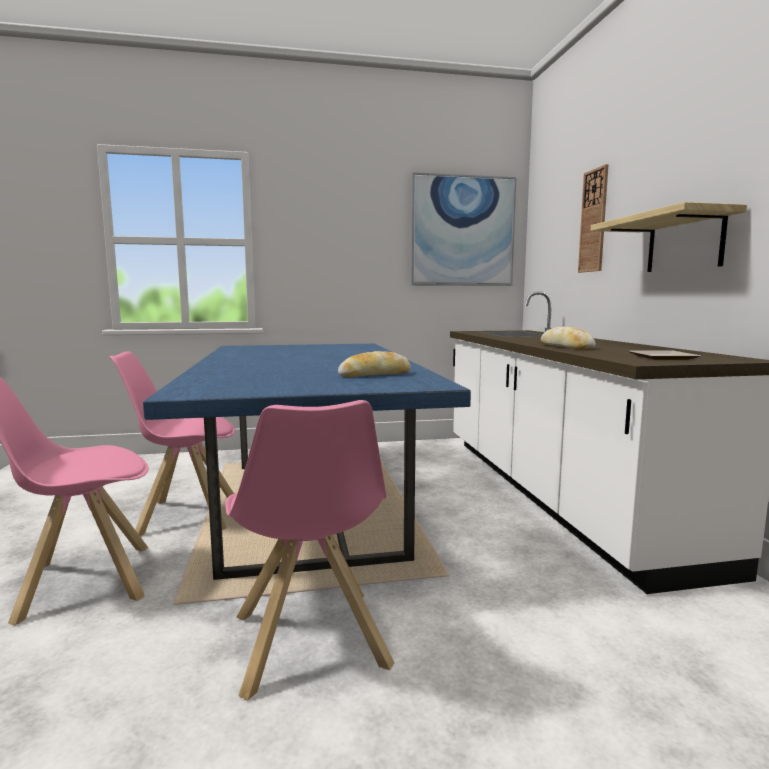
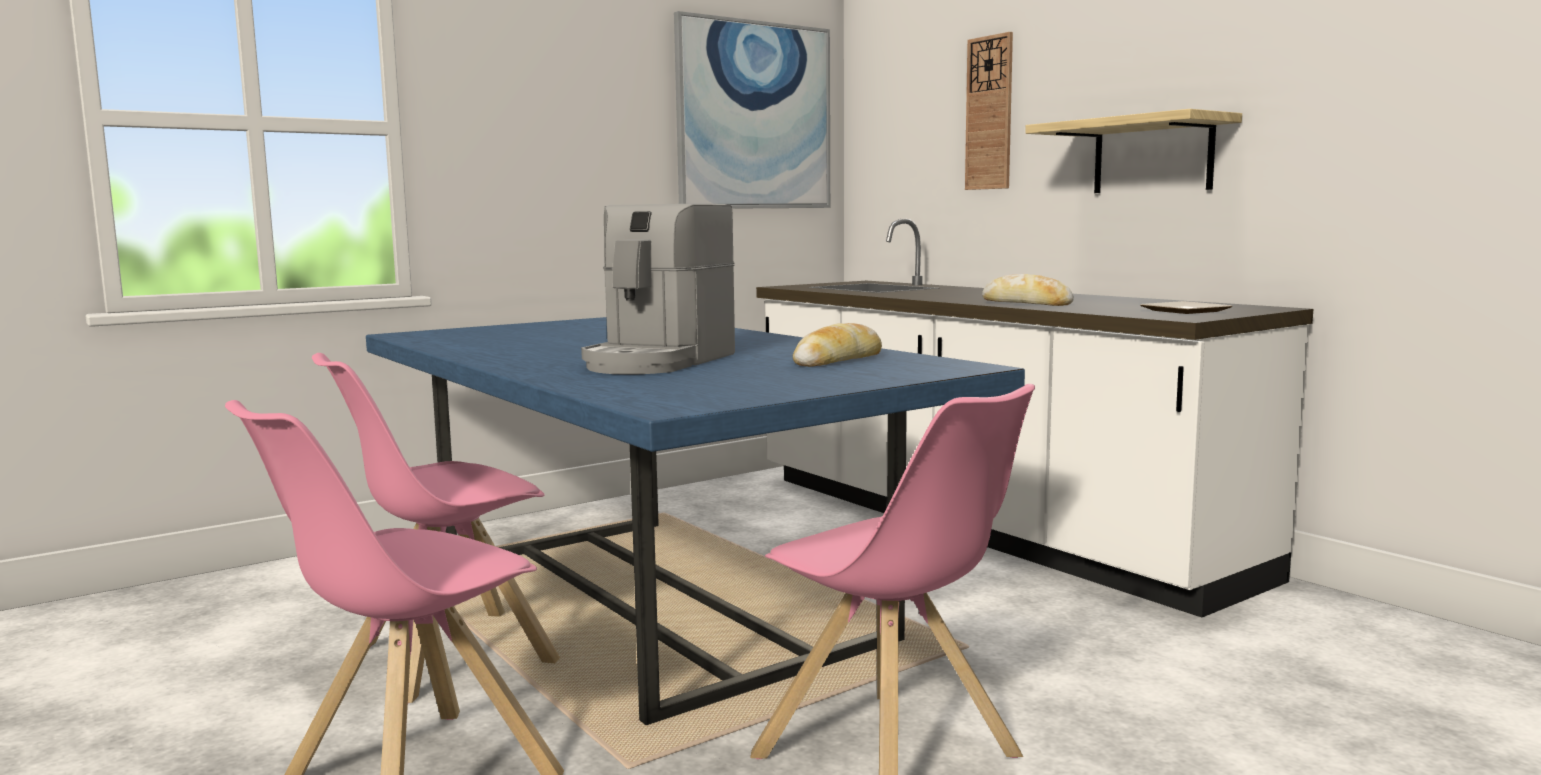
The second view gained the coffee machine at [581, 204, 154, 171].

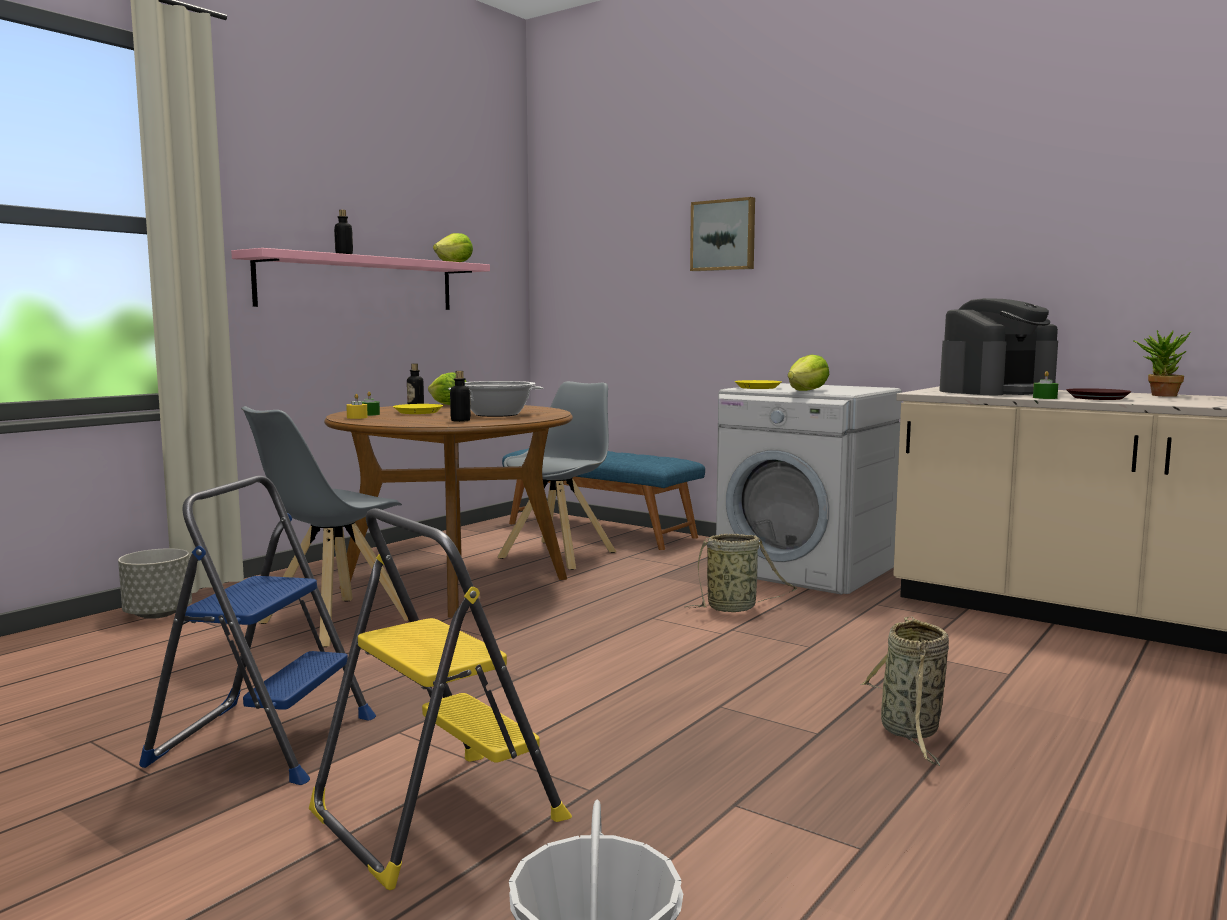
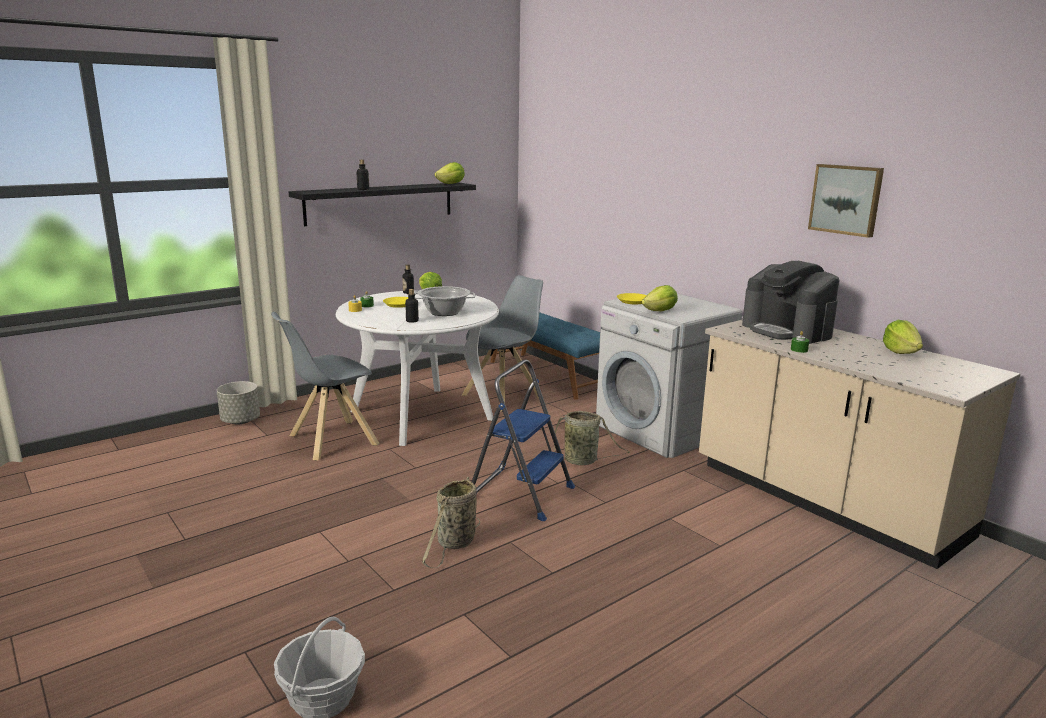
The picture ended up elsewhere, having gone from [690, 197, 65, 74] to [808, 164, 76, 74]. What was the pink shelf at [231, 248, 259, 62] turned into the black shelf at [289, 182, 187, 44]. The coffee machine at [939, 298, 119, 97] ended up facing another way, 75 degrees clockwise from before. Where the potted plant stood at [1133, 330, 58, 67], the lettuce came to stand at [883, 320, 40, 34]. The second view lost the brown plate at [1066, 388, 66, 12]. What was the brown dining table at [324, 404, 249, 214] turned into the white dining table at [336, 290, 163, 156]. The blue step ladder ended up elsewhere, having gone from [139, 476, 237, 309] to [472, 360, 103, 161]. The second view lost the yellow step ladder at [309, 508, 263, 382]. The basket ended up elsewhere, having gone from [860, 616, 89, 150] to [422, 477, 58, 91].

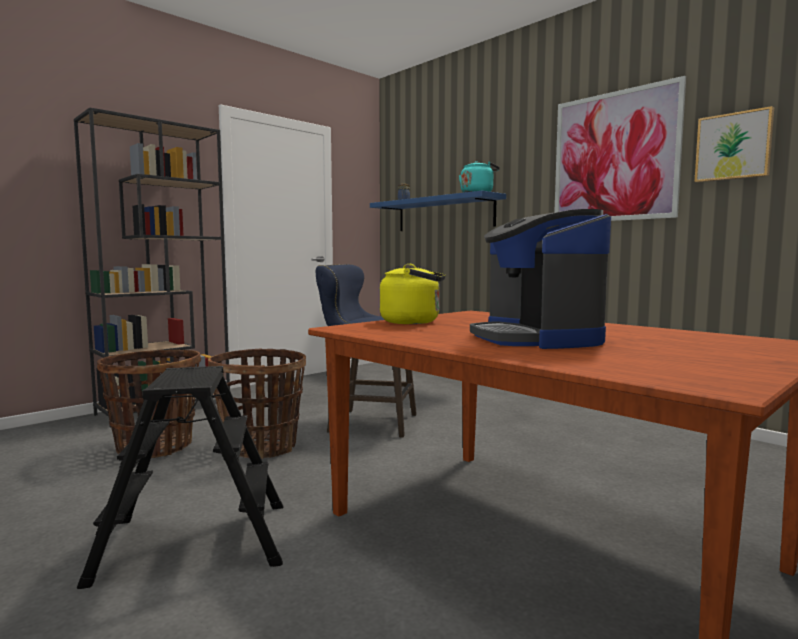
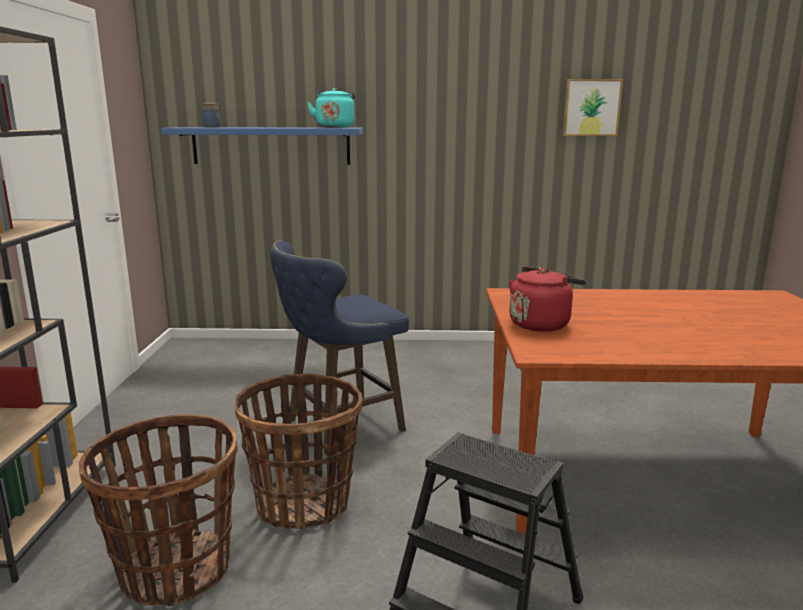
The second view lost the picture at [554, 76, 132, 145]. The second view lost the coffee machine at [470, 209, 141, 140]. What was the yellow kettle at [380, 264, 66, 60] turned into the red kettle at [509, 266, 77, 66].

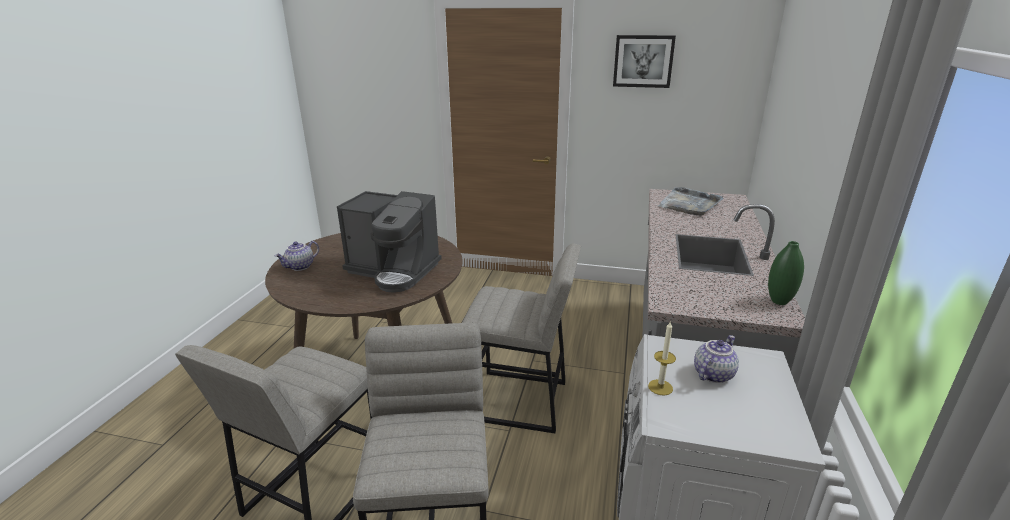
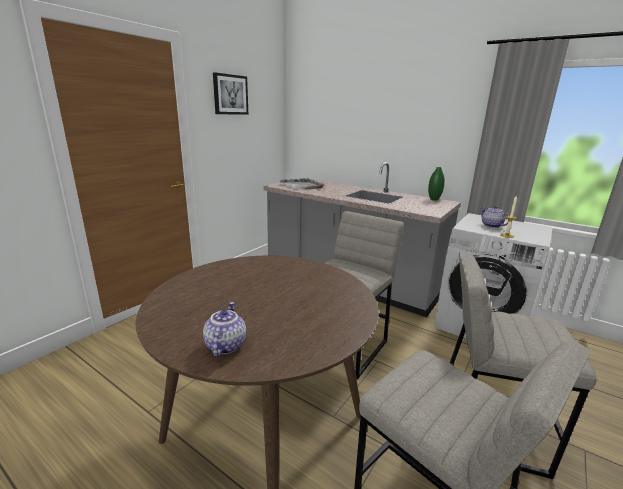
The second view lost the coffee machine at [337, 191, 105, 102]. The teapot at [275, 241, 44, 30] ended up facing another way, 150 degrees counterclockwise from before.

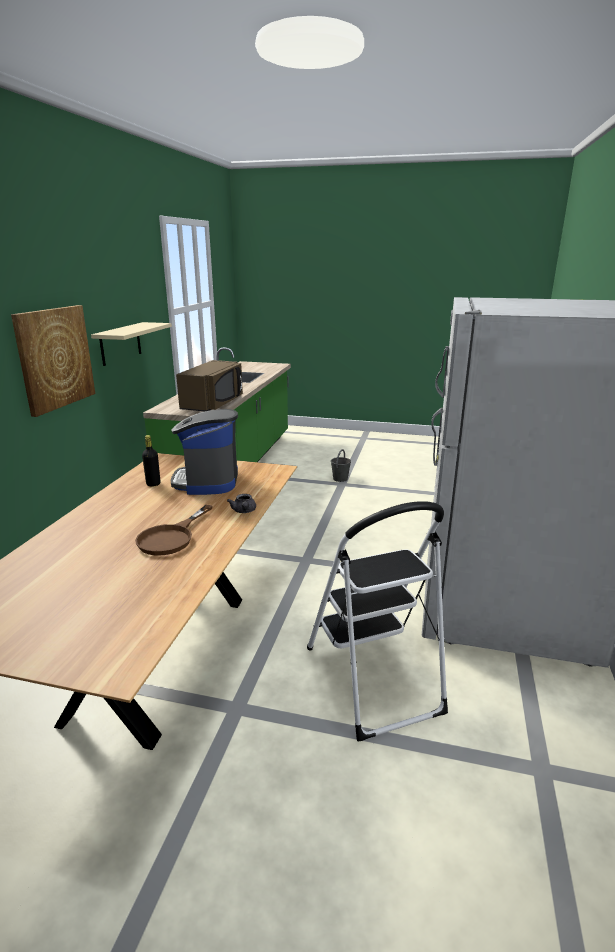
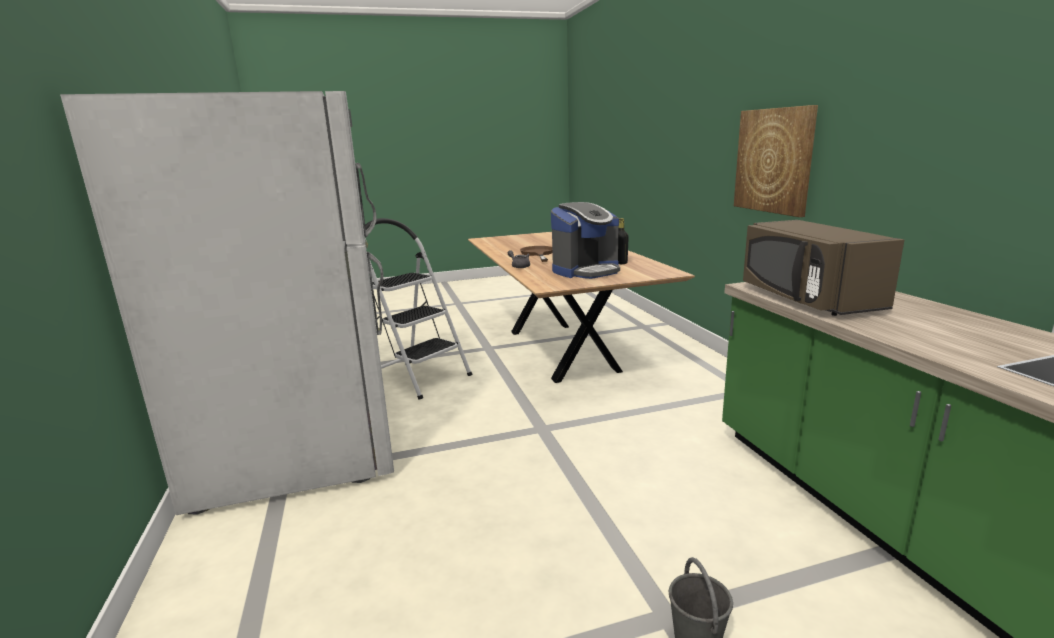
The second view lost the beige shelf at [91, 322, 81, 44]. The coffee machine at [171, 409, 67, 86] ended up facing another way, 90 degrees clockwise from before.

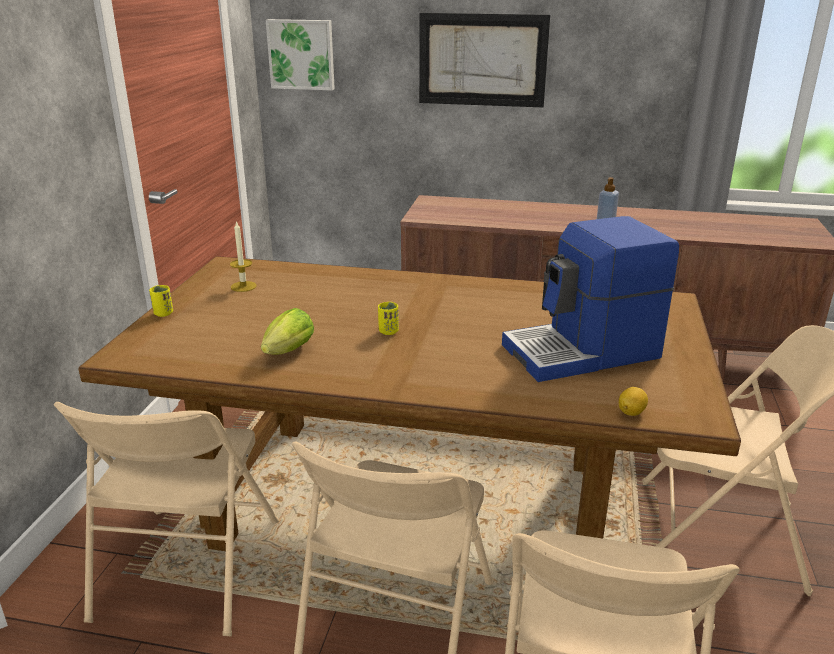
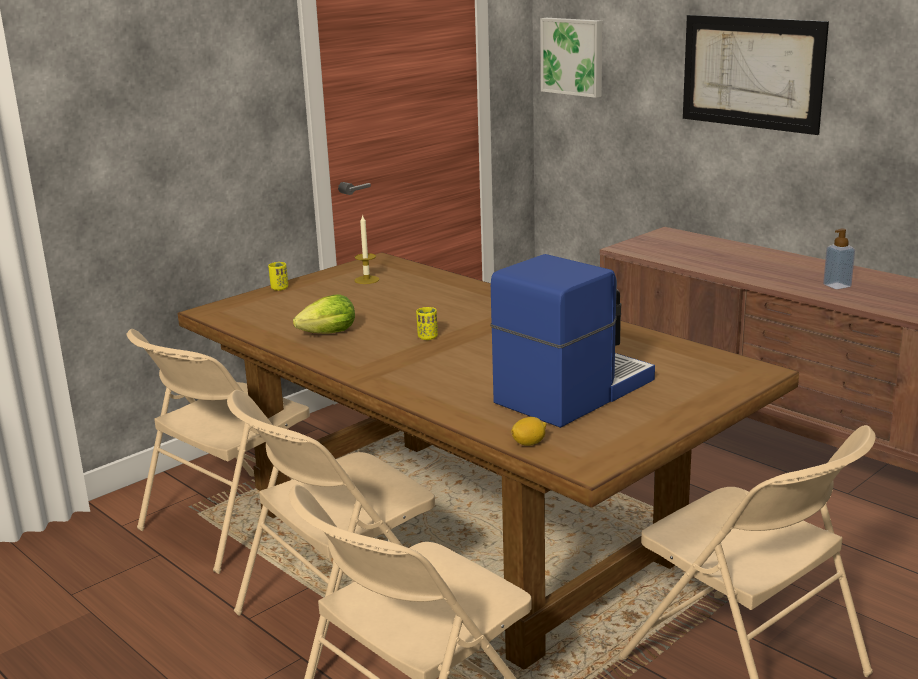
The coffee machine at [502, 216, 177, 166] ended up facing another way, 120 degrees clockwise from before.

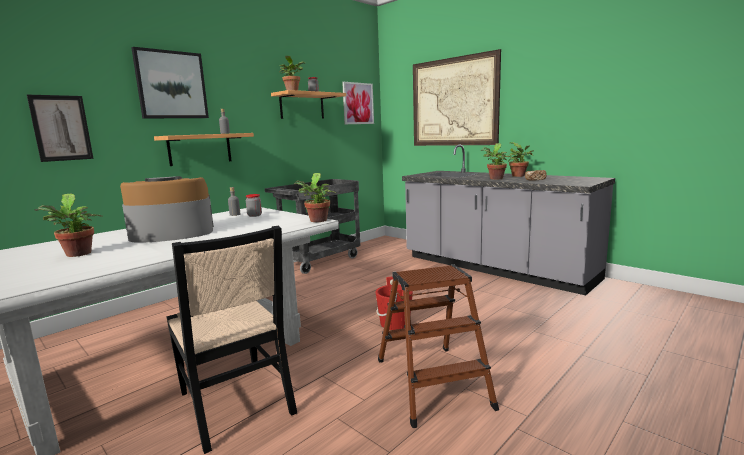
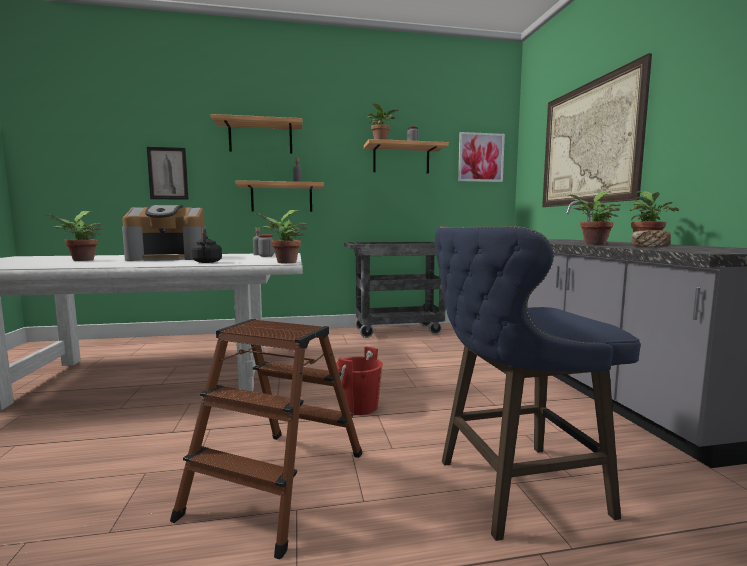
Where the picture hung at [131, 47, 78, 71], the shelf came to hang at [211, 114, 92, 40]. The coffee machine at [120, 176, 94, 67] ended up facing another way, 150 degrees clockwise from before. The second view lost the chair at [166, 226, 131, 228]. The second view gained the blue stool at [435, 226, 205, 315]. The second view gained the black kettle at [192, 228, 30, 35].

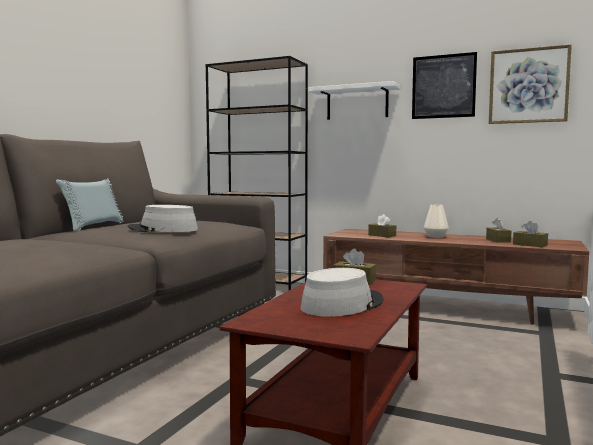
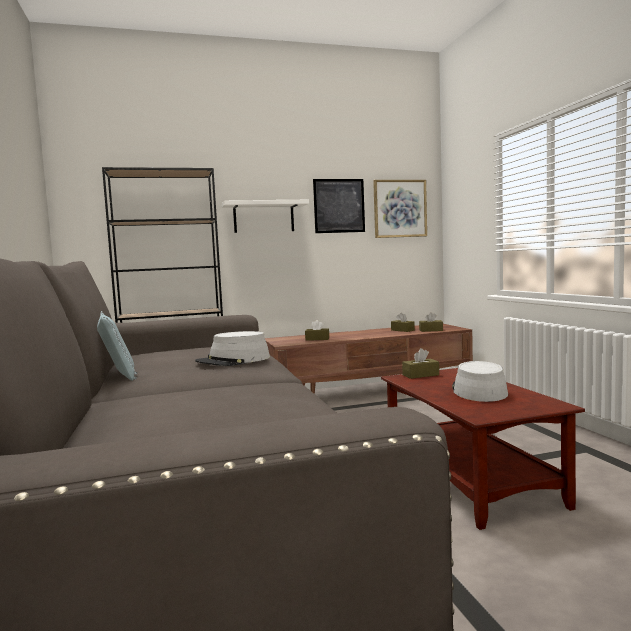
The second view lost the white vase at [424, 205, 25, 33].

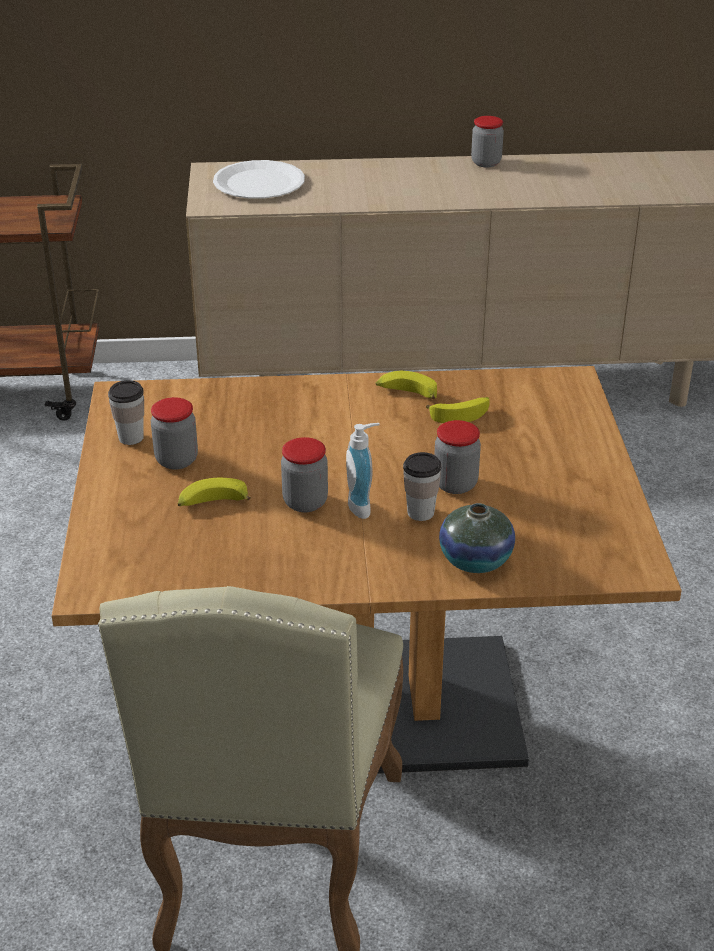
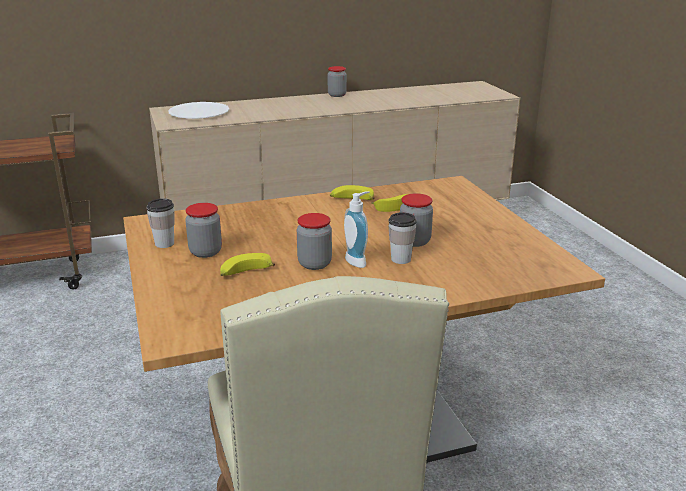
The second view lost the vase at [439, 503, 76, 70].

